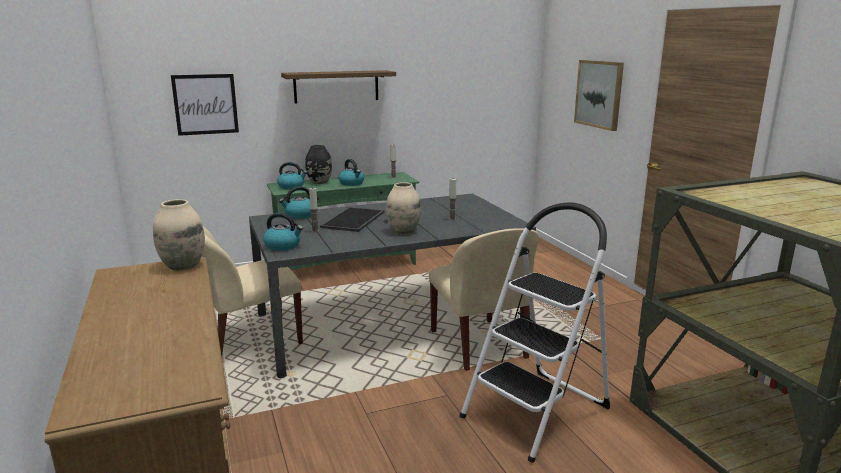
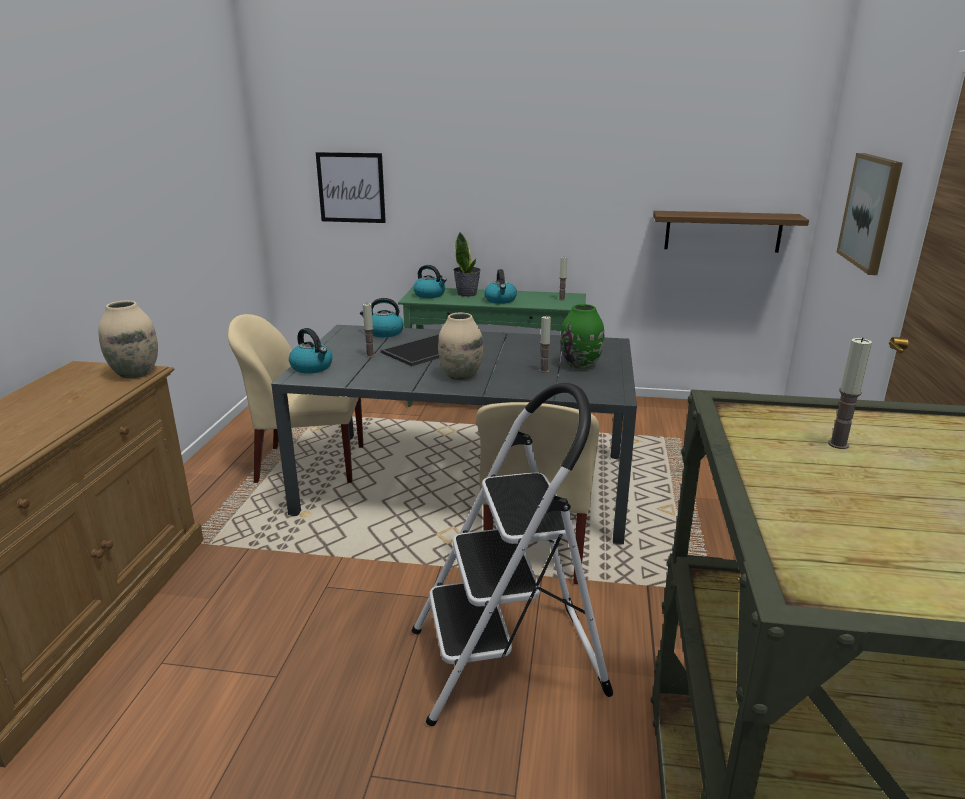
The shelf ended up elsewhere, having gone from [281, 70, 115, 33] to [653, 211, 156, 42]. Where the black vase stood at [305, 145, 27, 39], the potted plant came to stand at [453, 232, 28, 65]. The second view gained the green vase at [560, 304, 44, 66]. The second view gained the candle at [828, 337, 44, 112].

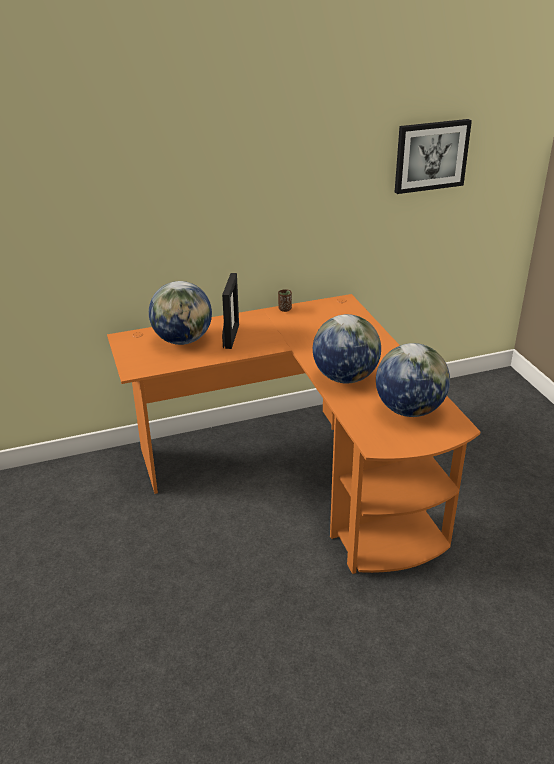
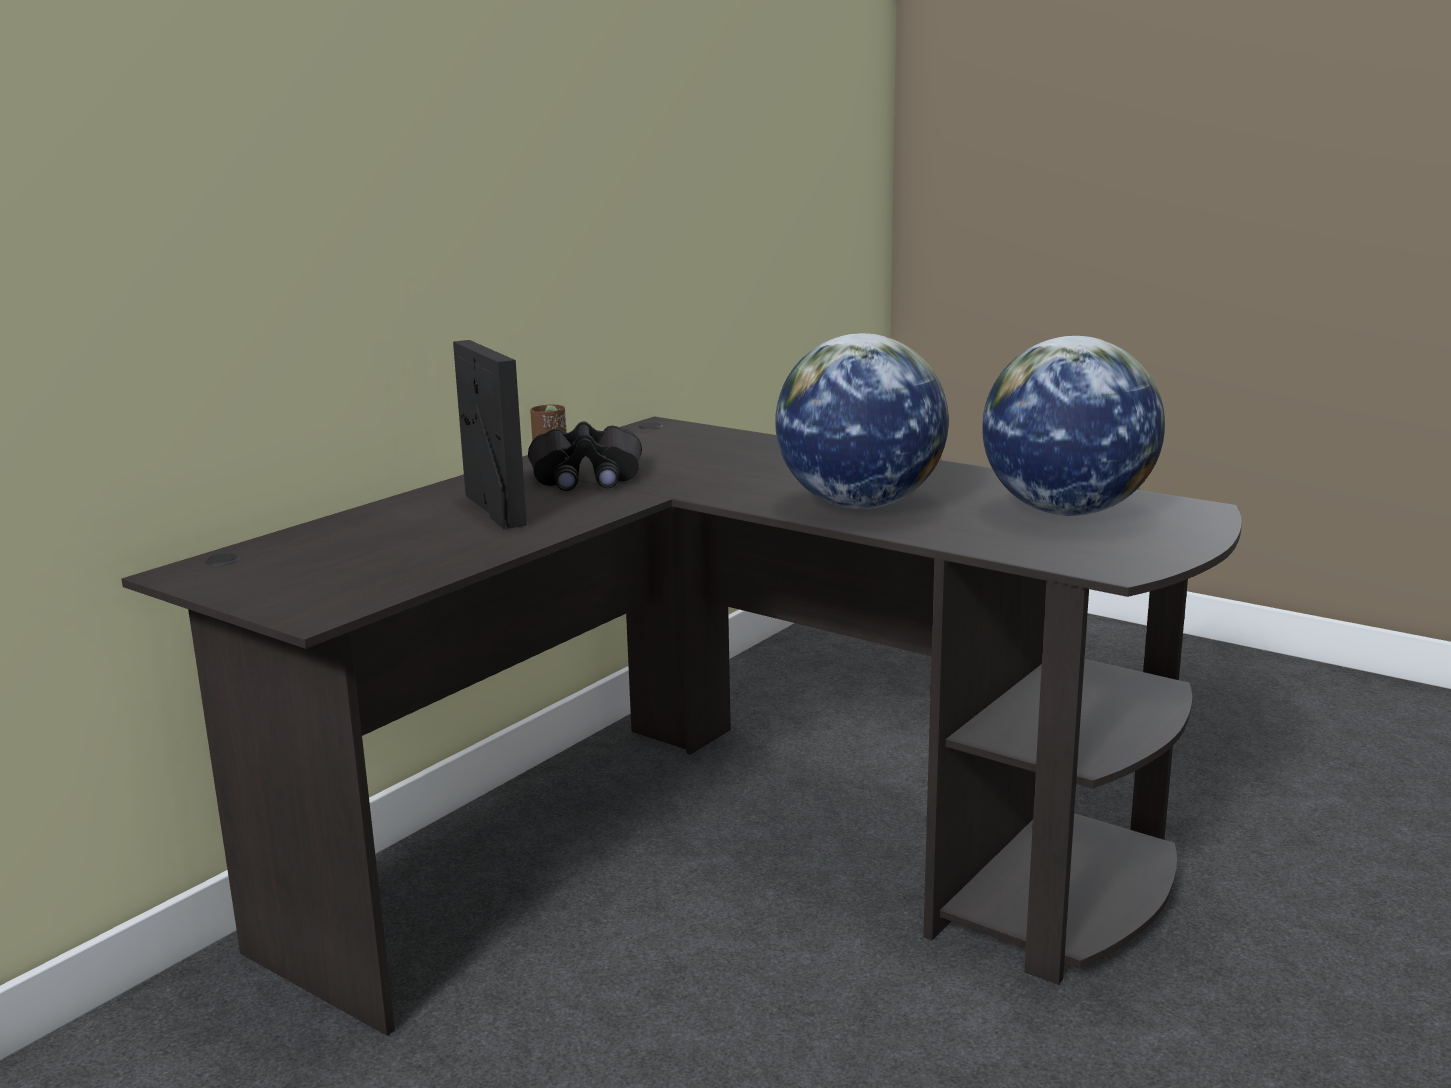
The second view lost the picture at [395, 119, 77, 75]. The second view lost the globe at [149, 281, 63, 64]. What was the orange desk at [107, 294, 373, 280] turned into the black desk at [122, 416, 1120, 620]. The second view gained the black binoculars at [528, 421, 114, 70].

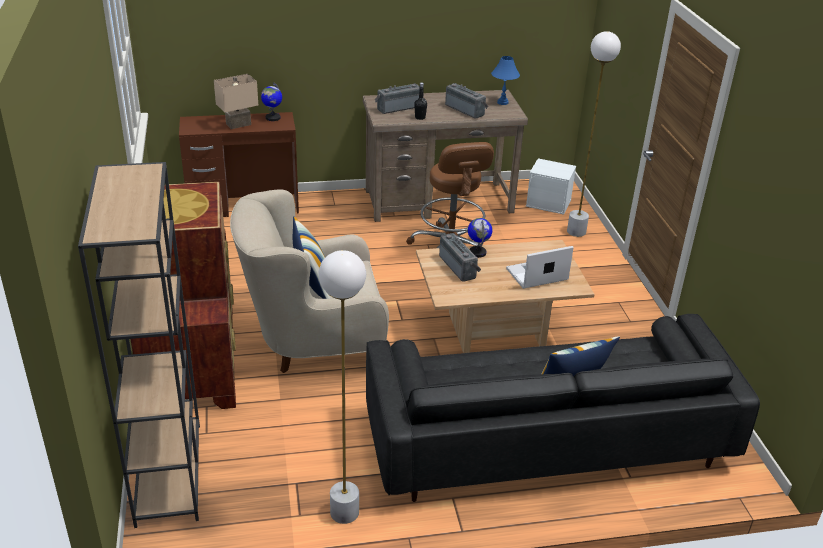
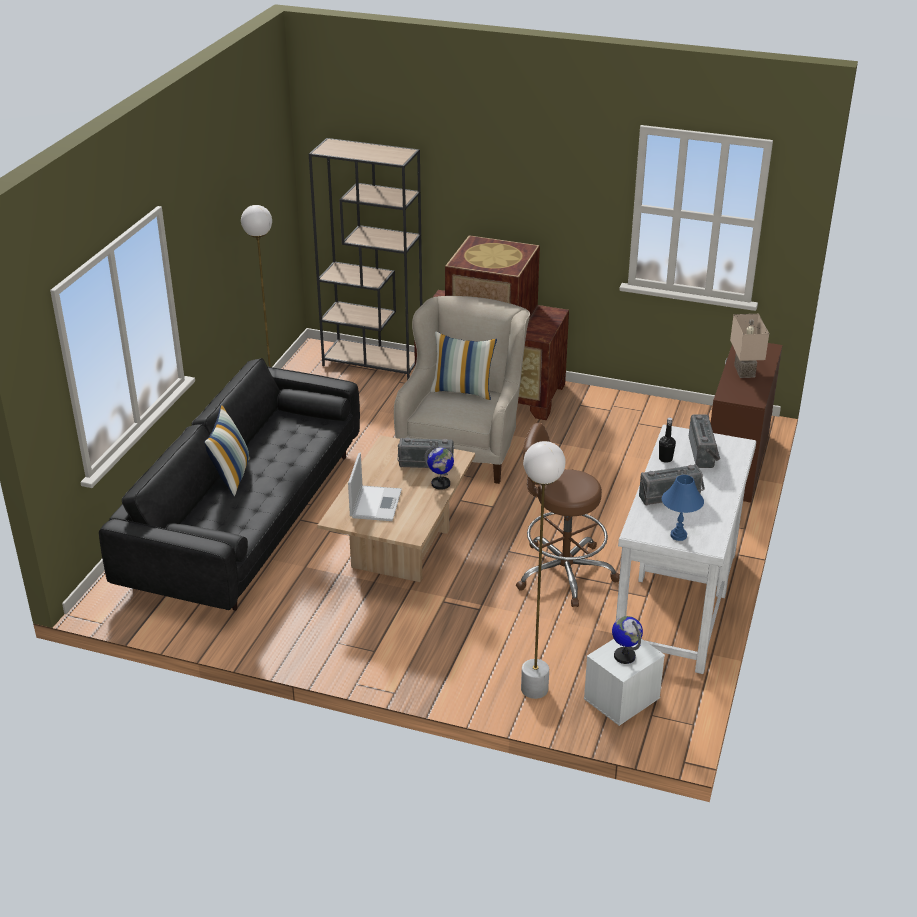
The globe ended up elsewhere, having gone from [261, 83, 21, 38] to [612, 616, 31, 48]. What was the brown desk at [363, 90, 165, 132] turned into the white desk at [616, 425, 140, 249].

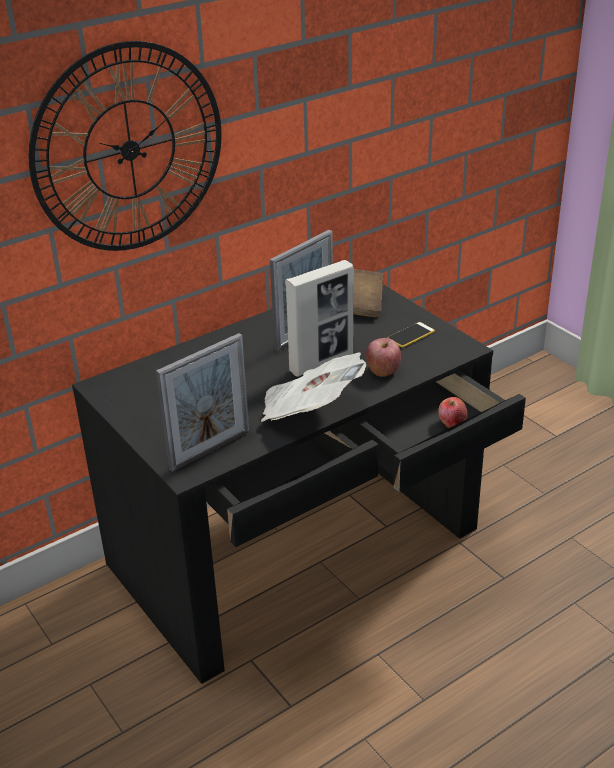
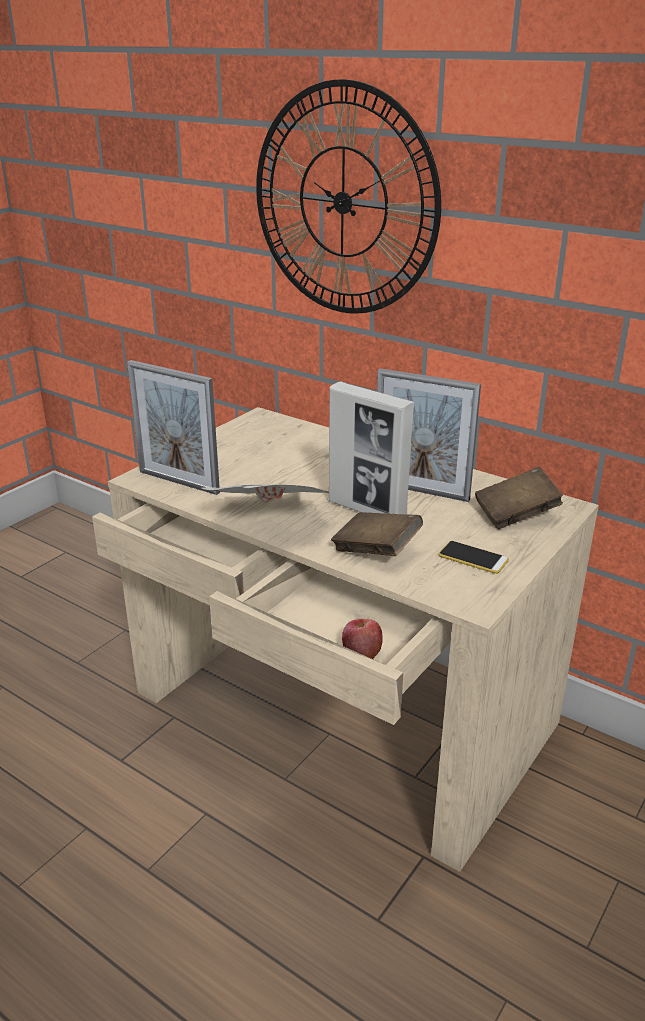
What was the black desk at [72, 285, 454, 399] turned into the beige desk at [92, 407, 507, 465]. Where the apple stood at [366, 338, 35, 39], the brown book came to stand at [331, 512, 92, 44].

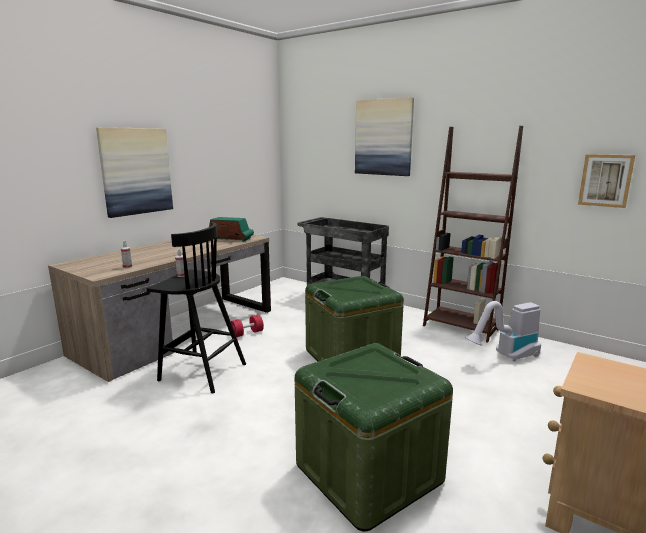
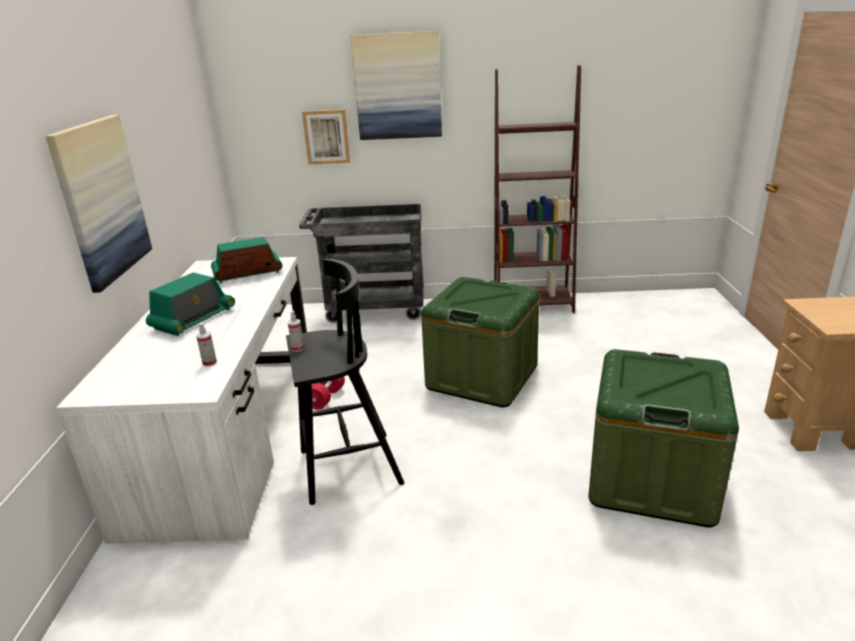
The picture ended up elsewhere, having gone from [578, 154, 57, 54] to [302, 109, 48, 55]. What was the brown desk at [48, 235, 223, 147] turned into the white desk at [56, 257, 251, 287]. The second view lost the vacuum cleaner at [465, 301, 76, 60]. The second view gained the radio at [146, 273, 89, 63].

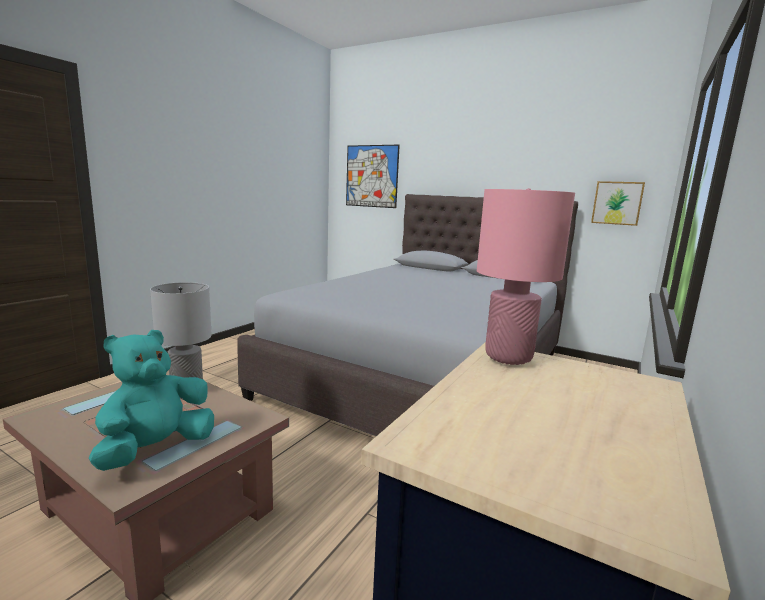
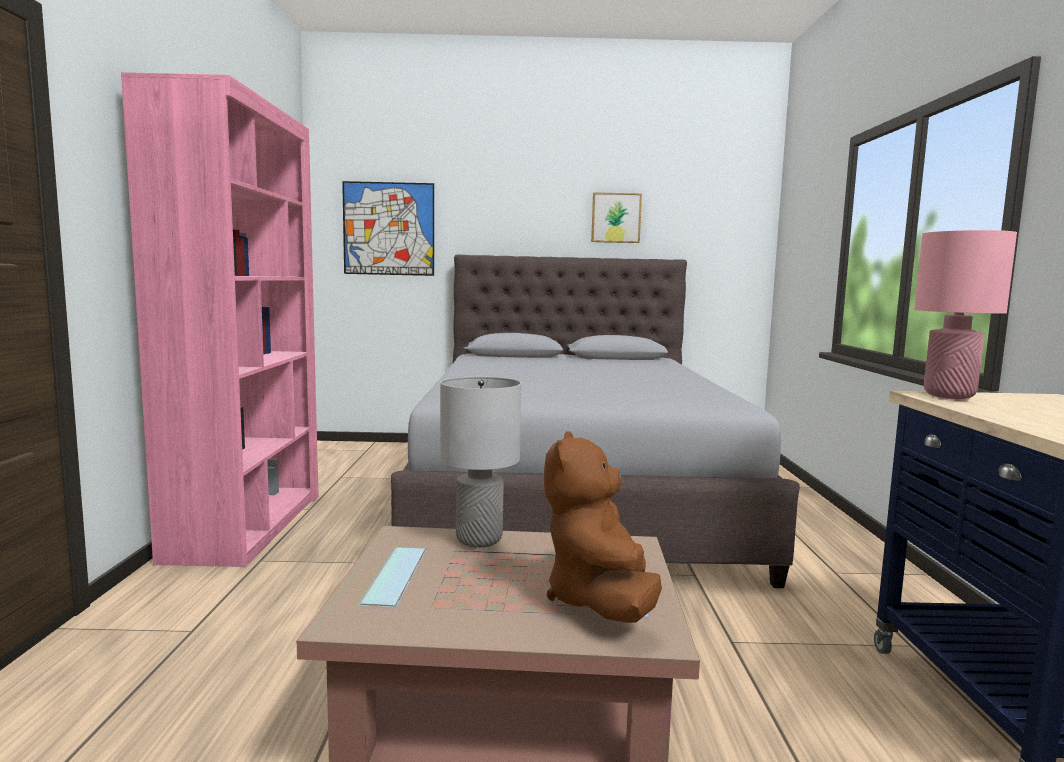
The picture ended up elsewhere, having gone from [591, 181, 54, 45] to [591, 192, 51, 51]. What was the turquoise plush toy at [89, 330, 125, 141] turned into the brown plush toy at [544, 432, 118, 191]. The second view gained the pink bookcase at [121, 72, 198, 495].

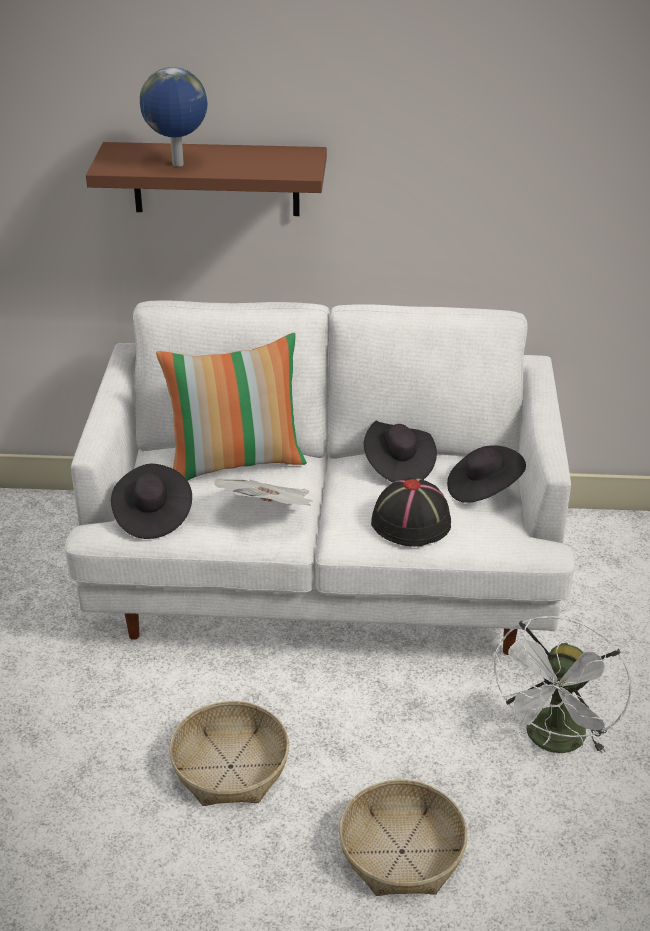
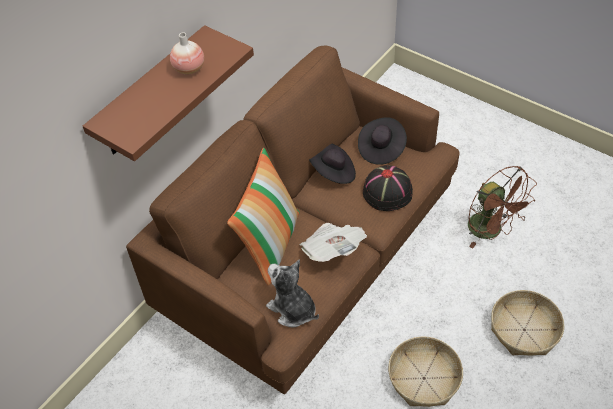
The second view lost the globe at [140, 67, 67, 100]. What was the white sofa at [65, 300, 510, 355] turned into the brown sofa at [126, 46, 334, 348]. Where the black hat stood at [111, 464, 81, 75], the plush toy came to stand at [266, 259, 53, 69]. What was the white fan at [489, 616, 143, 138] turned into the brown fan at [468, 166, 69, 82]. The second view gained the vase at [170, 32, 34, 42].

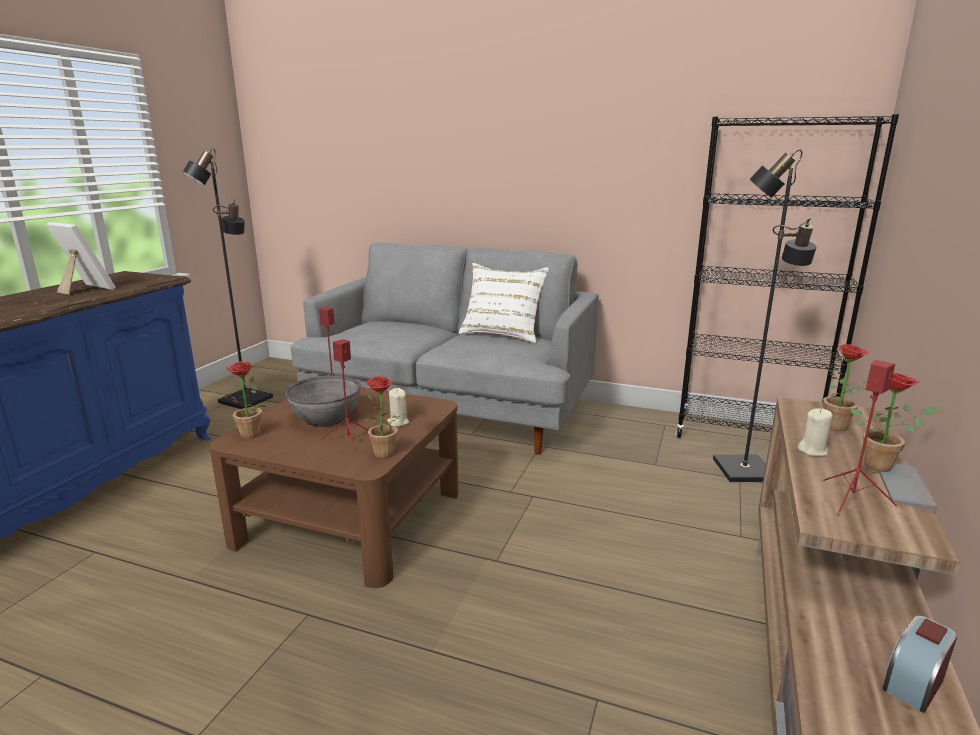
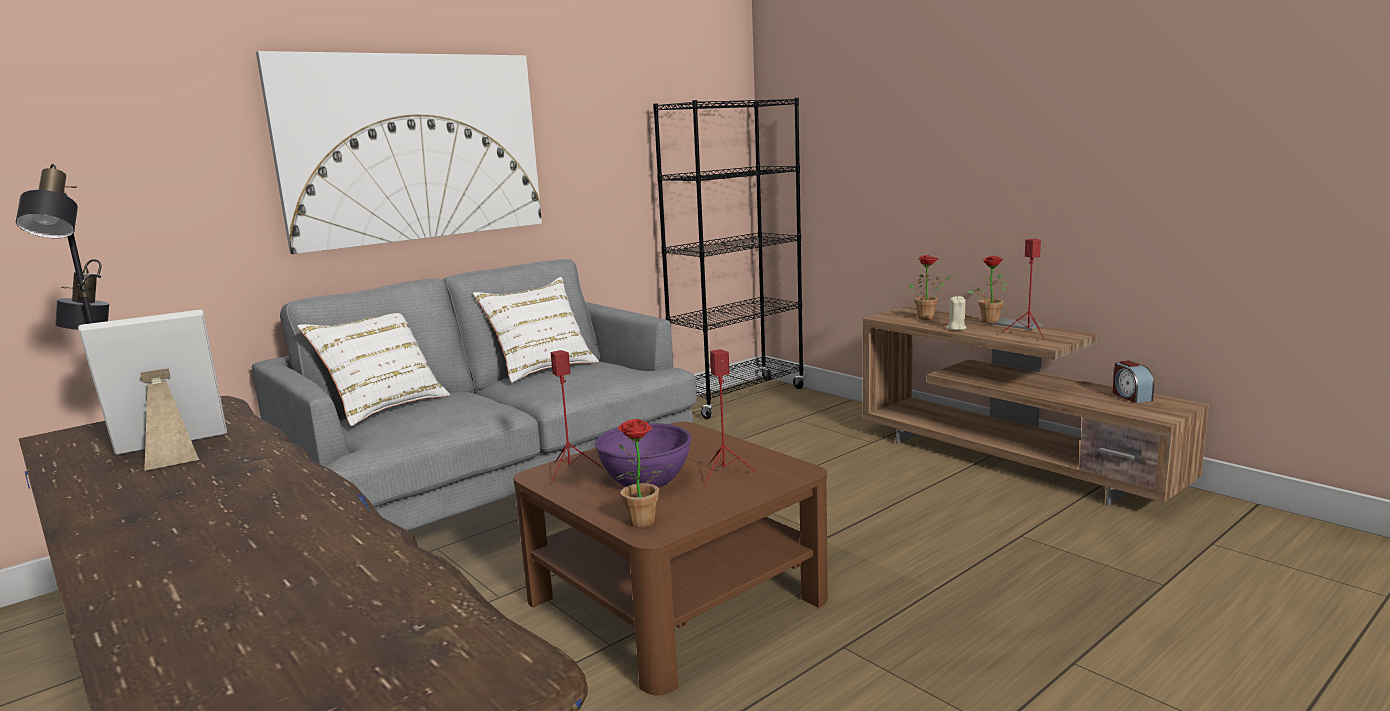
The second view lost the black floor lamp at [713, 149, 103, 333]. What was the grey bowl at [285, 376, 76, 51] turned into the purple bowl at [595, 423, 96, 64]. The second view lost the potted plant at [364, 376, 45, 83]. The second view lost the beige candle at [387, 388, 22, 39]. The second view gained the picture at [256, 51, 286, 203]. The second view gained the white pillow at [297, 313, 153, 114].

